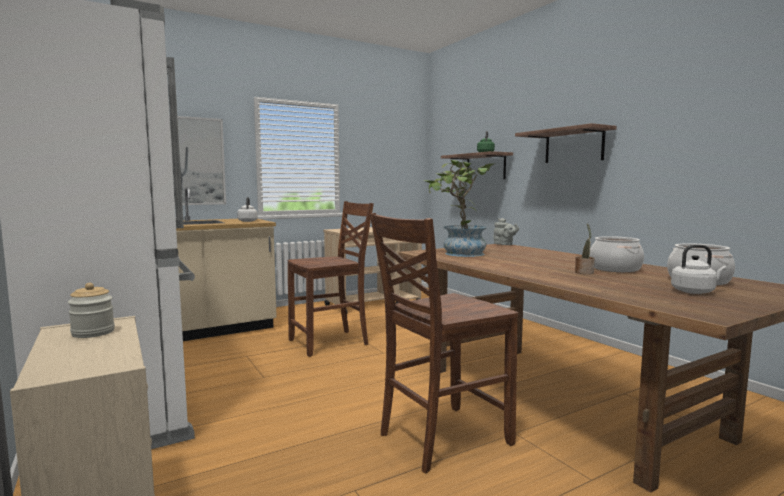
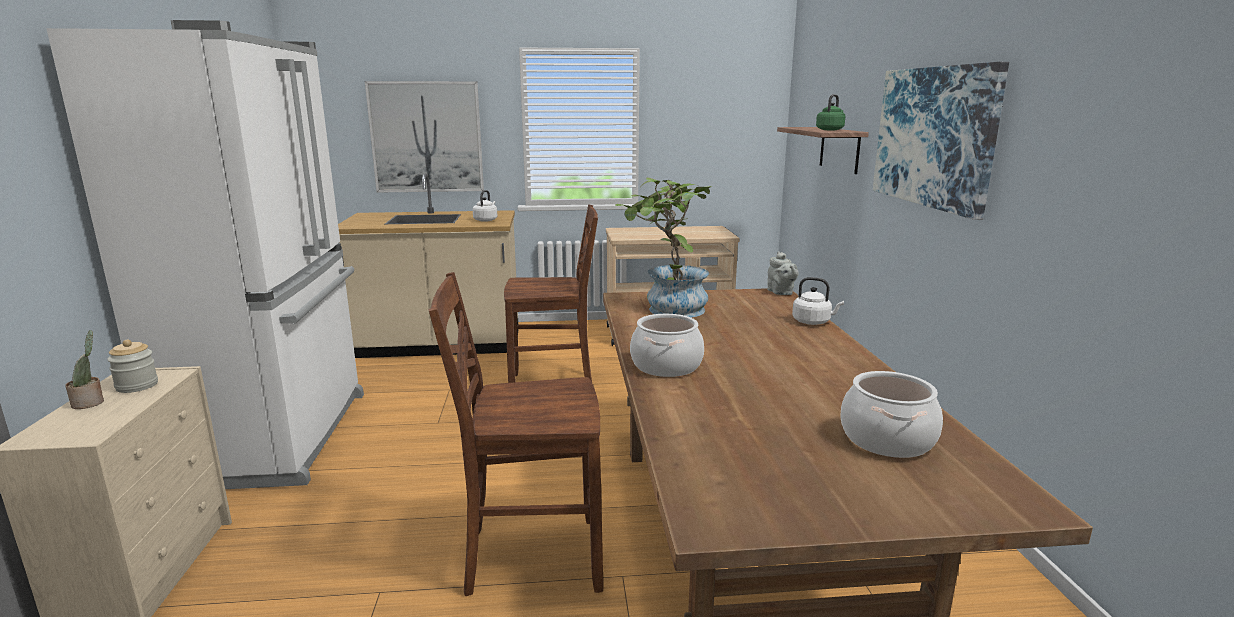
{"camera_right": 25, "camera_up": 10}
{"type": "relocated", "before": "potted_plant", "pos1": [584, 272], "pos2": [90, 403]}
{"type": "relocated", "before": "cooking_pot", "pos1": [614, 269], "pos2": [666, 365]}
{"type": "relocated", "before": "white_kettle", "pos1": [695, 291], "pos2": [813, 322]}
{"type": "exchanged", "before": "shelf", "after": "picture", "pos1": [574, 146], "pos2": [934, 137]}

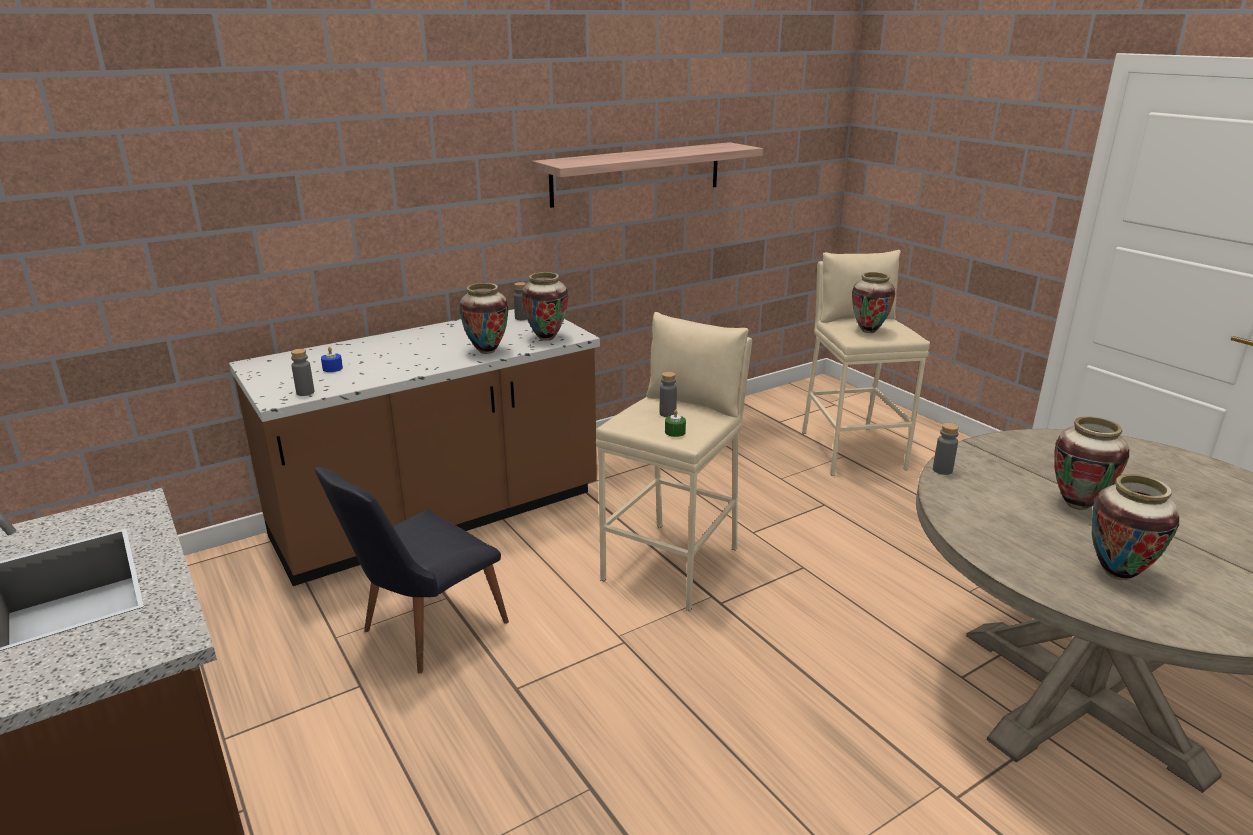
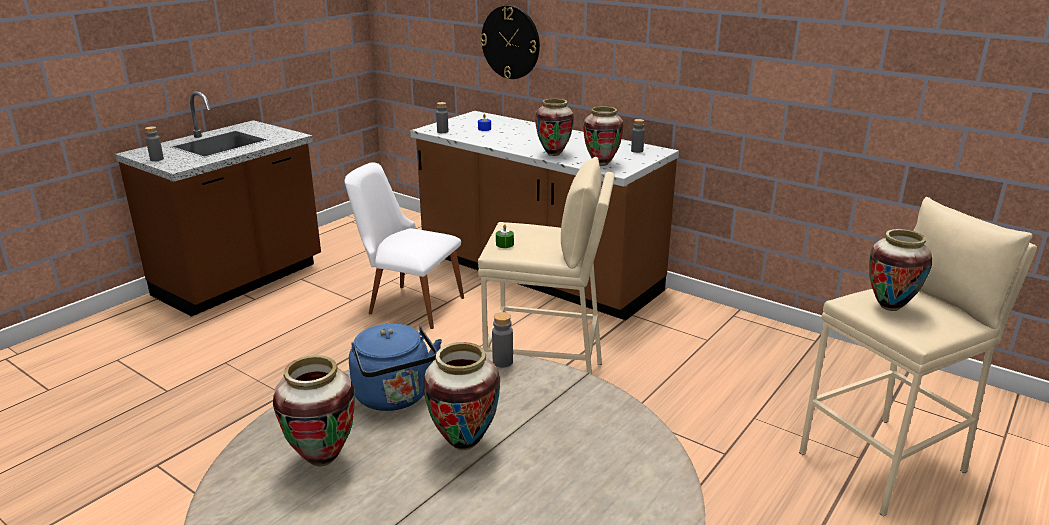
{"camera_right": 70, "camera_up": 0}
{"type": "relocated", "before": "grey_bottle", "pos1": [667, 413], "pos2": [157, 159]}
{"type": "colour", "before": "black_chair", "after": "white_chair", "pos1": [422, 631], "pos2": [408, 303]}
{"type": "appeared", "after": "blue_kettle", "pos2": [395, 397]}
{"type": "appeared", "after": "wall_clock", "pos2": [510, 42]}
{"type": "missing", "before": "shelf", "pos1": [637, 173]}

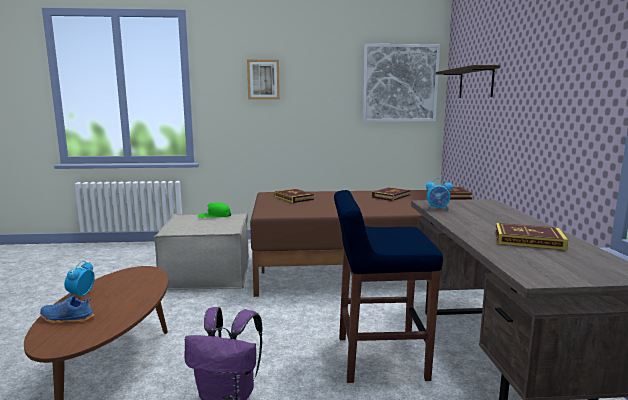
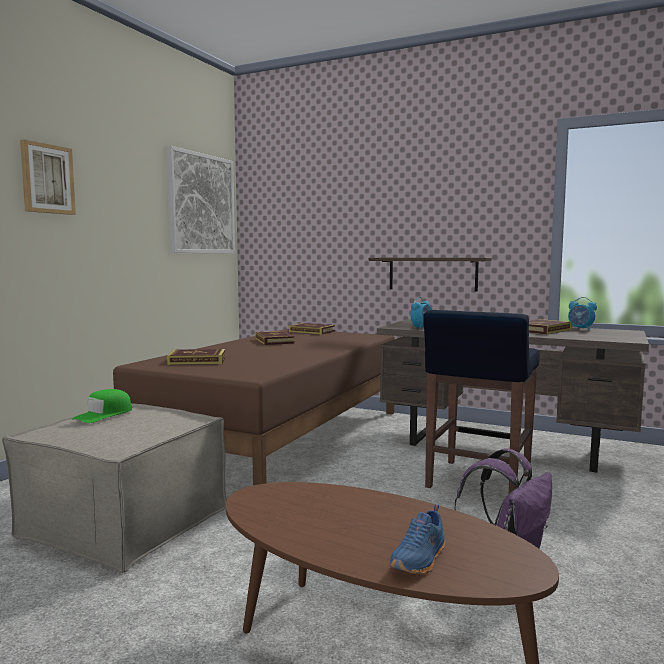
{"camera_right": -60, "camera_up": -5}
{"type": "relocated", "before": "shelf", "pos1": [476, 83], "pos2": [432, 274]}
{"type": "relocated", "before": "alarm_clock", "pos1": [81, 295], "pos2": [580, 329]}

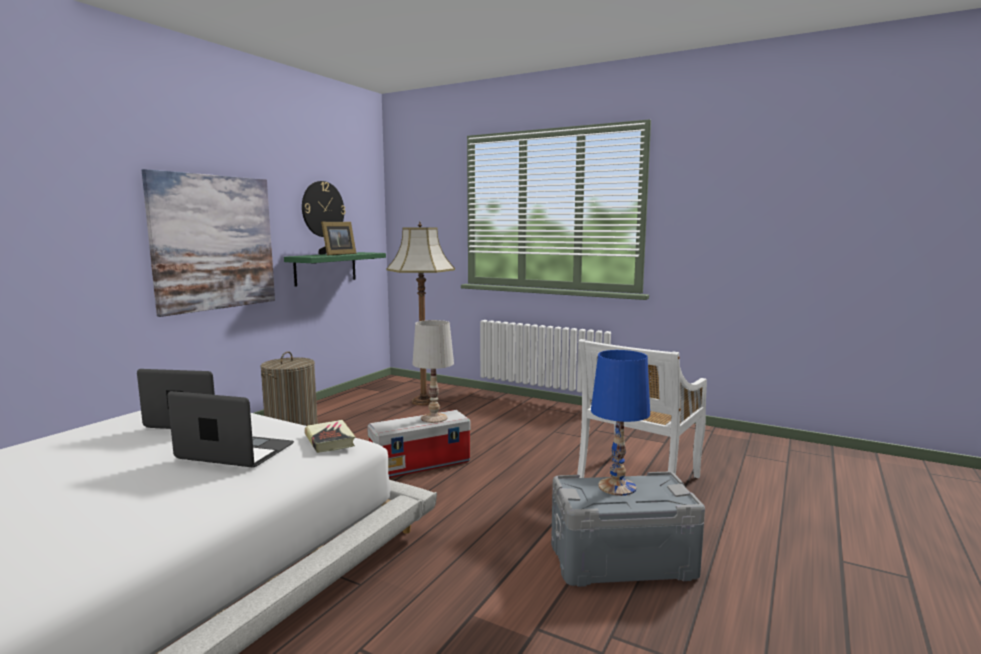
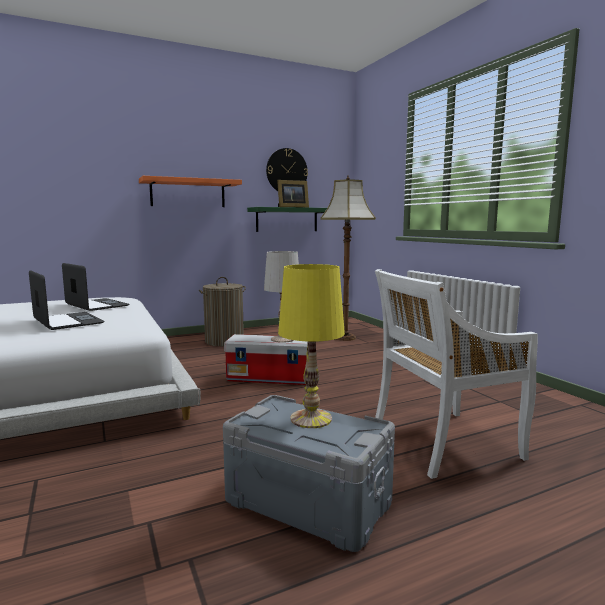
{"camera_right": 35, "camera_up": 0}
{"type": "exchanged", "before": "picture", "after": "orange_shelf", "pos1": [214, 242], "pos2": [188, 193]}
{"type": "colour", "before": "blue_table_lamp", "after": "yellow_table_lamp", "pos1": [617, 487], "pos2": [311, 419]}
{"type": "missing", "before": "book", "pos1": [330, 440]}

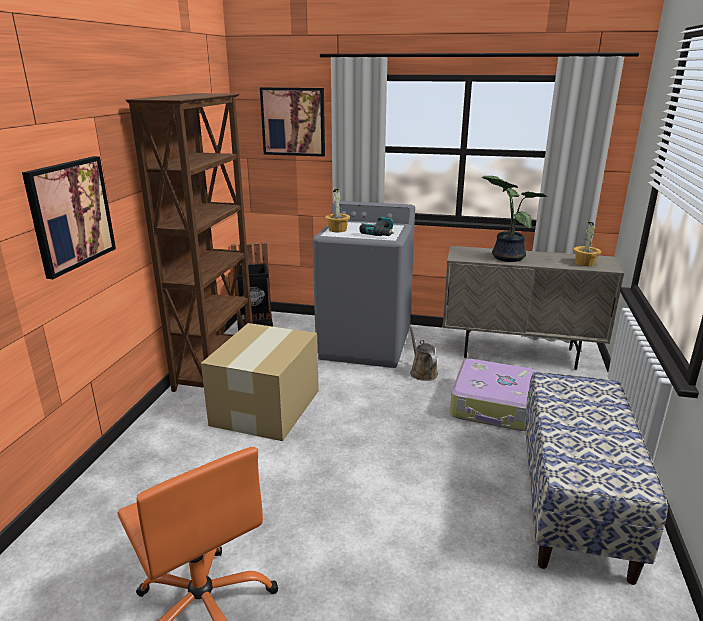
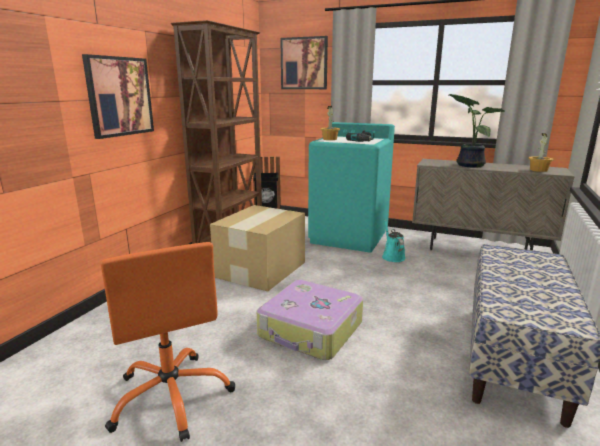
{"camera_right": 10, "camera_up": -5}
{"type": "relocated", "before": "suitcase", "pos1": [494, 406], "pos2": [311, 330]}
{"type": "colour", "before": "grey_washing_machine", "after": "turquoise_washing_machine", "pos1": [365, 345], "pos2": [349, 237]}
{"type": "colour", "before": "brown_watering_can", "after": "turquoise_watering_can", "pos1": [422, 372], "pos2": [392, 256]}

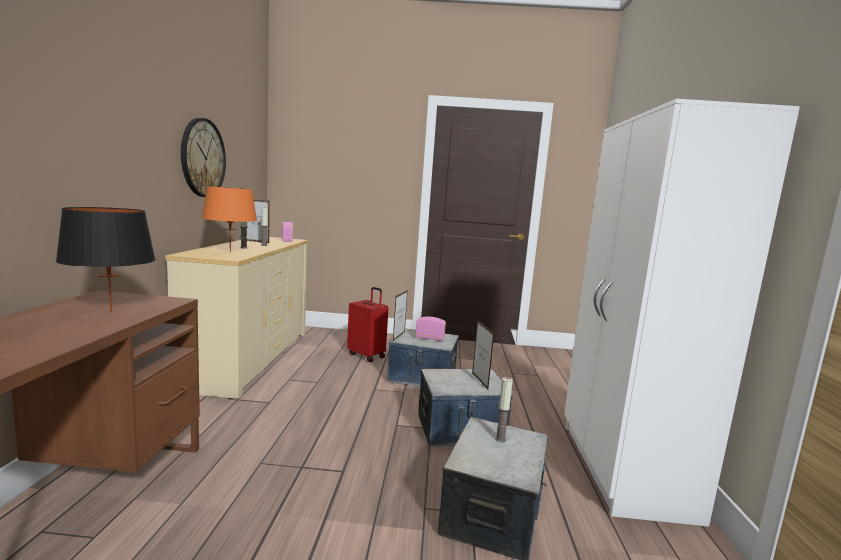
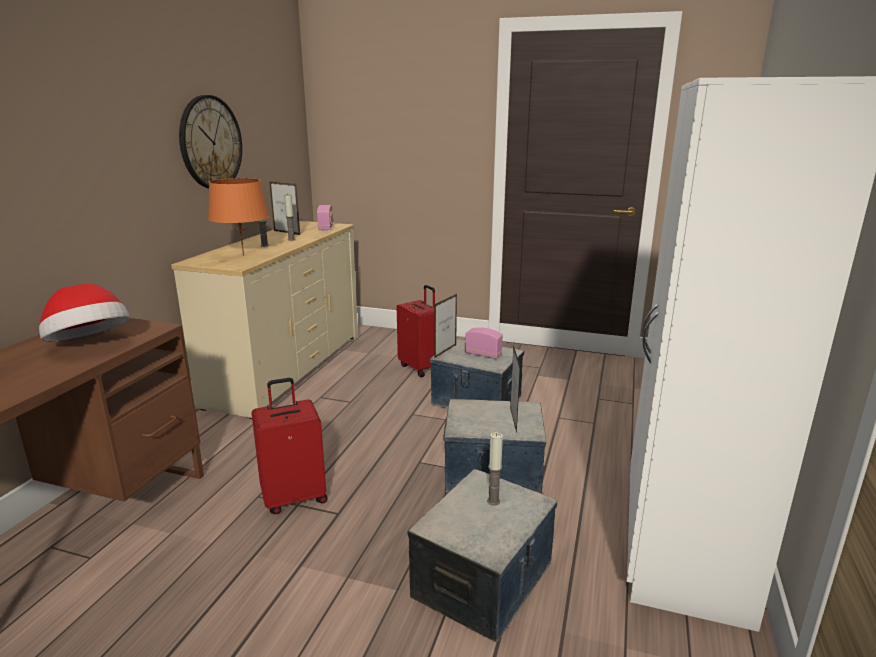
{"camera_right": 15, "camera_up": 10}
{"type": "exchanged", "before": "black_table_lamp", "after": "hat", "pos1": [111, 312], "pos2": [89, 345]}
{"type": "appeared", "after": "red_suitcase", "pos2": [294, 497]}

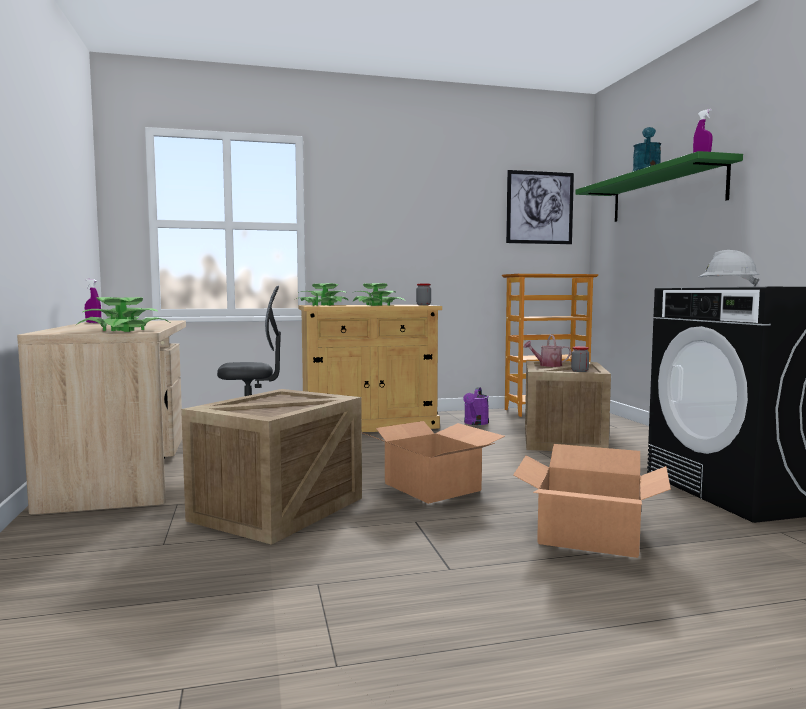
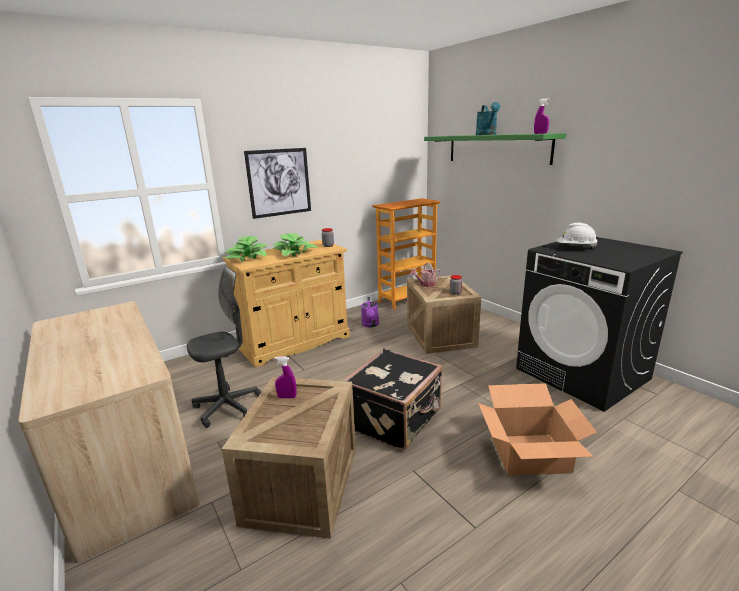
{"camera_right": -20, "camera_up": 15}
{"type": "relocated", "before": "picture", "pos1": [539, 207], "pos2": [279, 182]}
{"type": "relocated", "before": "purple_spray_bottle", "pos1": [93, 323], "pos2": [287, 397]}
{"type": "exchanged", "before": "cardboard_box", "after": "black_suitcase", "pos1": [432, 486], "pos2": [395, 419]}
{"type": "missing", "before": "potted_plant", "pos1": [124, 330]}

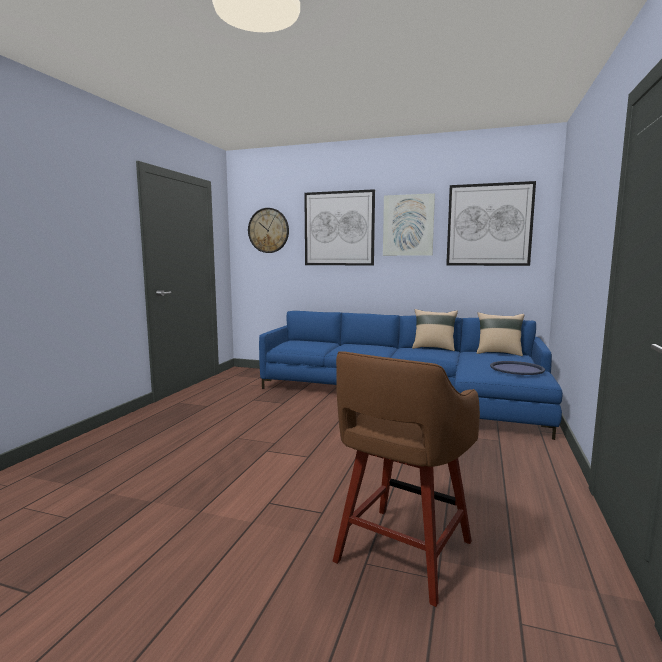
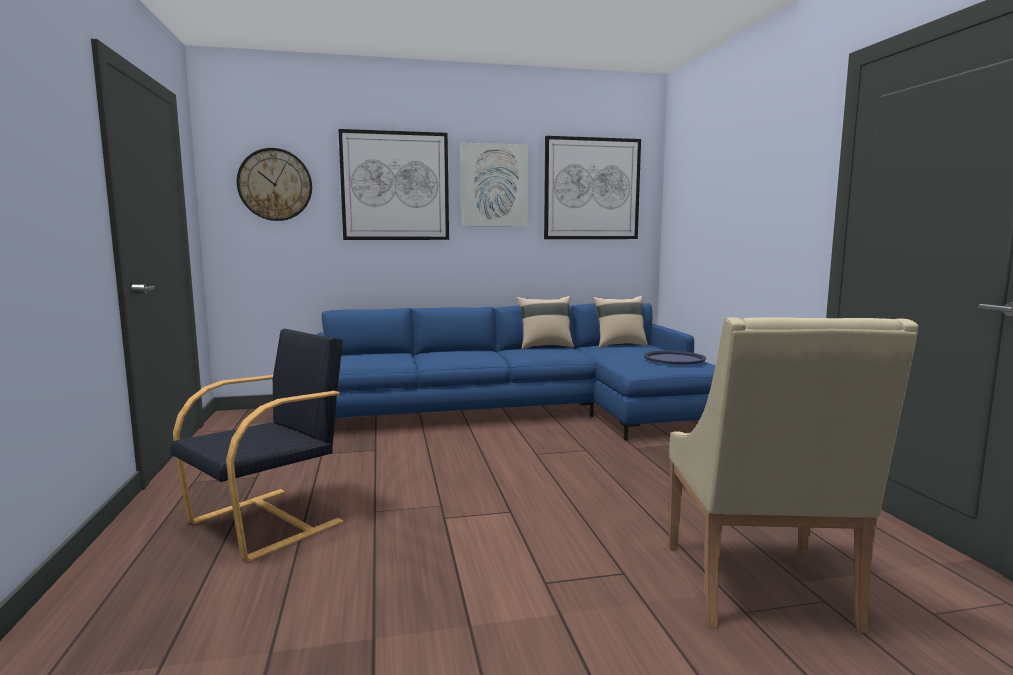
{"camera_right": -30, "camera_up": 0}
{"type": "appeared", "after": "black_armchair", "pos2": [268, 522]}
{"type": "exchanged", "before": "brown_stool", "after": "beige_armchair", "pos1": [401, 554], "pos2": [762, 588]}

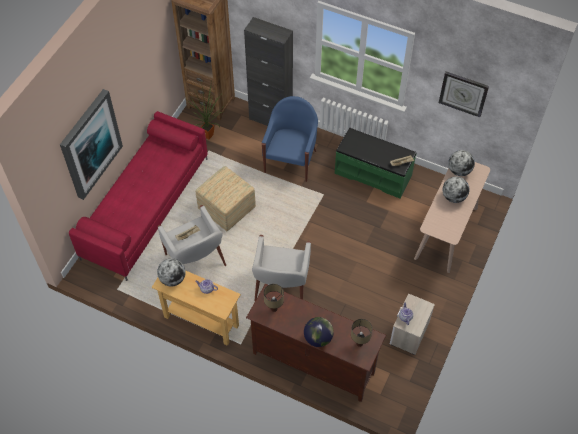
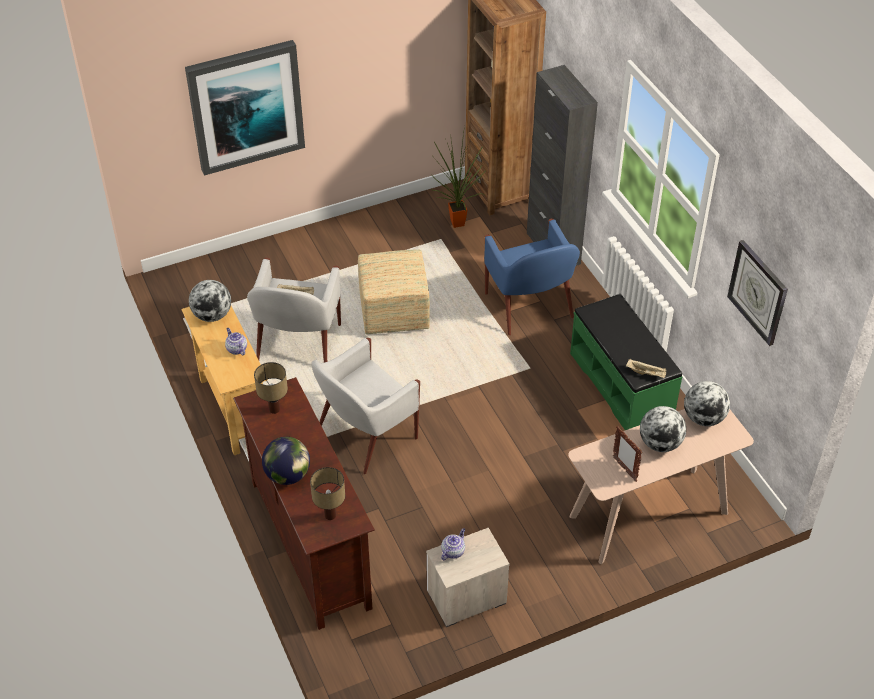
{"camera_right": 40, "camera_up": -10}
{"type": "spun", "before": "blue_armchair", "pos1": [291, 160], "pos2": [529, 307], "turn": 105}
{"type": "appeared", "after": "picture_frame", "pos2": [624, 469]}
{"type": "missing", "before": "red_sofa", "pos1": [145, 207]}

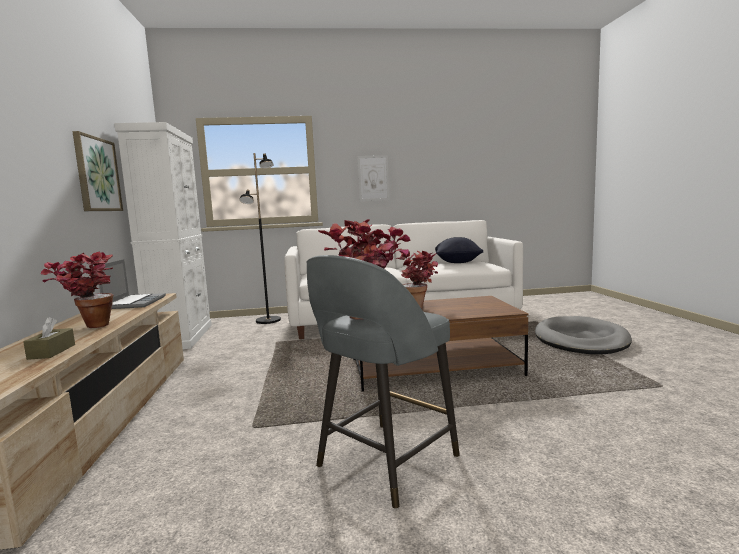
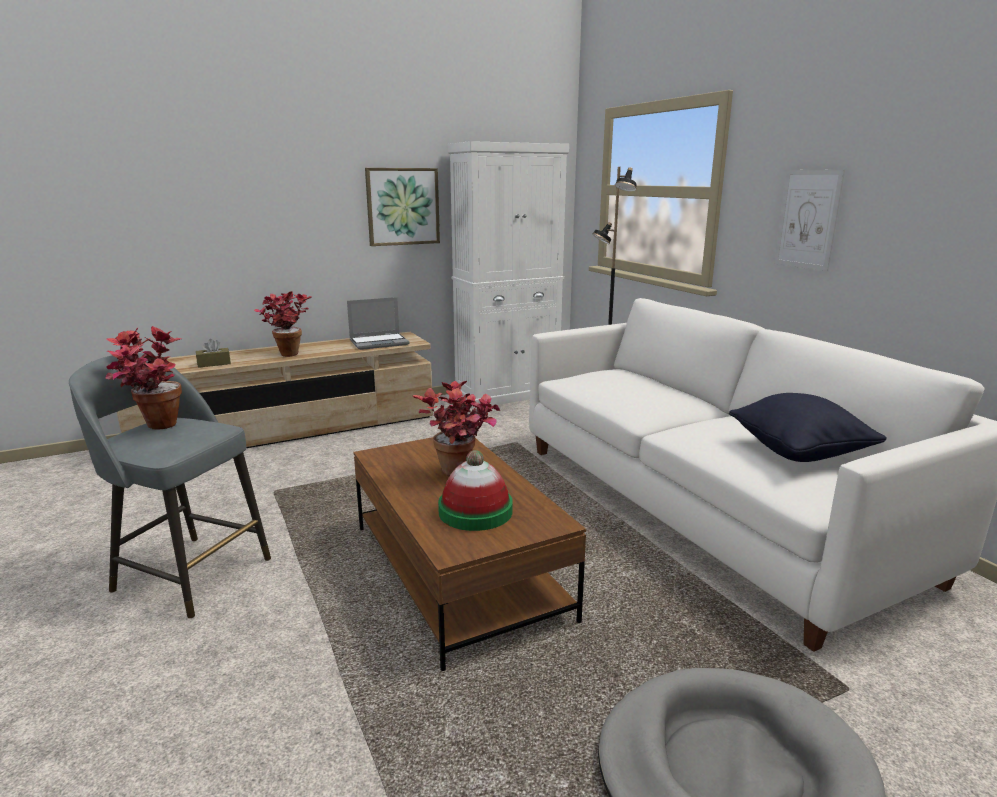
{"camera_right": 70, "camera_up": 10}
{"type": "appeared", "after": "hat", "pos2": [475, 511]}

